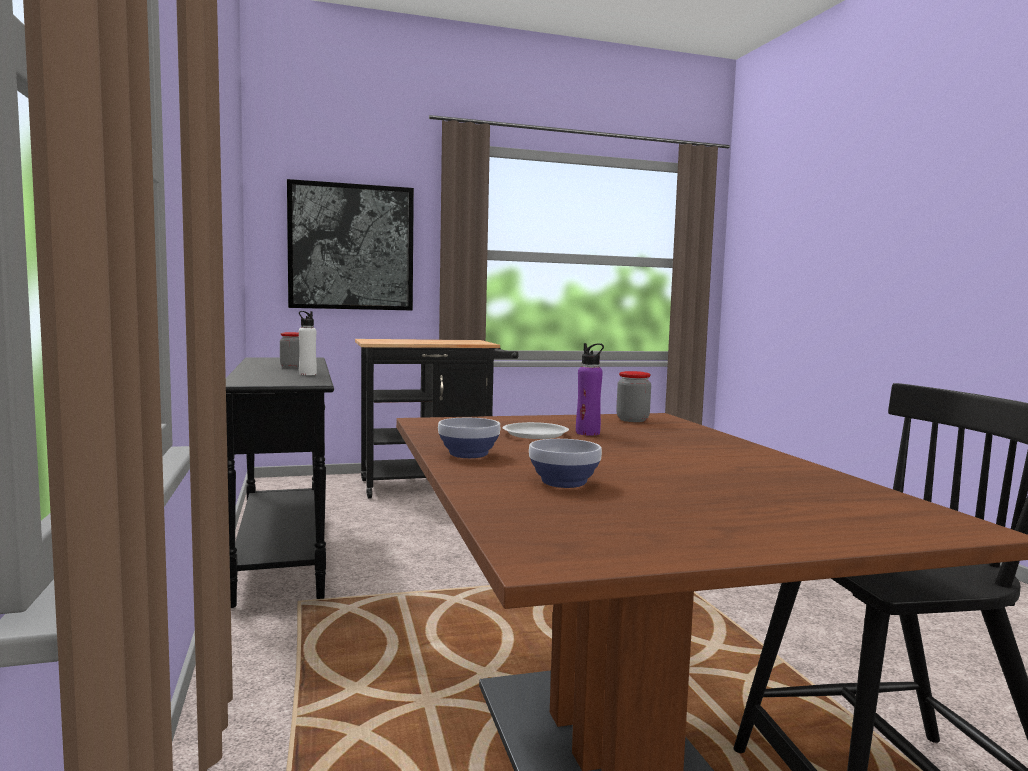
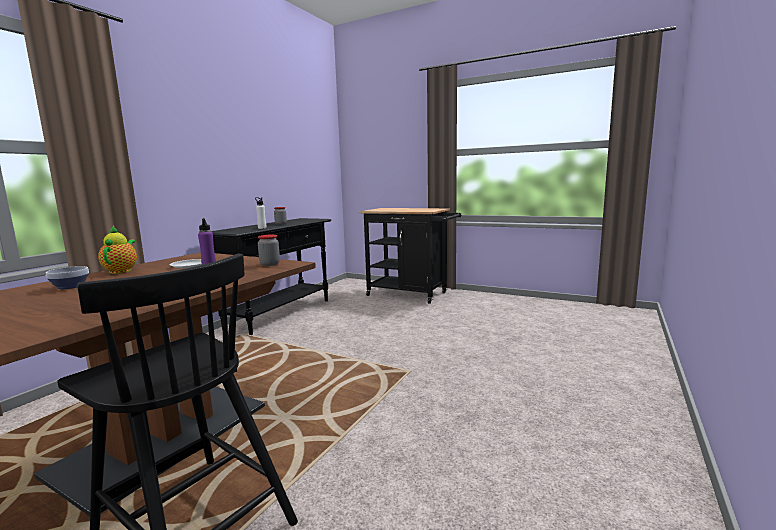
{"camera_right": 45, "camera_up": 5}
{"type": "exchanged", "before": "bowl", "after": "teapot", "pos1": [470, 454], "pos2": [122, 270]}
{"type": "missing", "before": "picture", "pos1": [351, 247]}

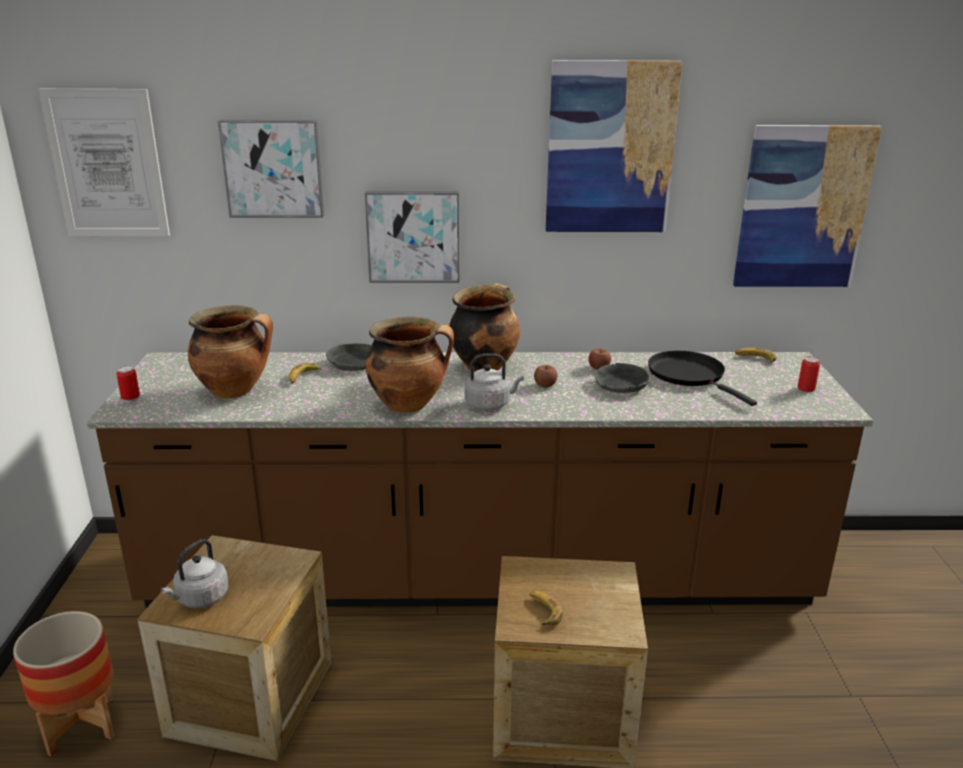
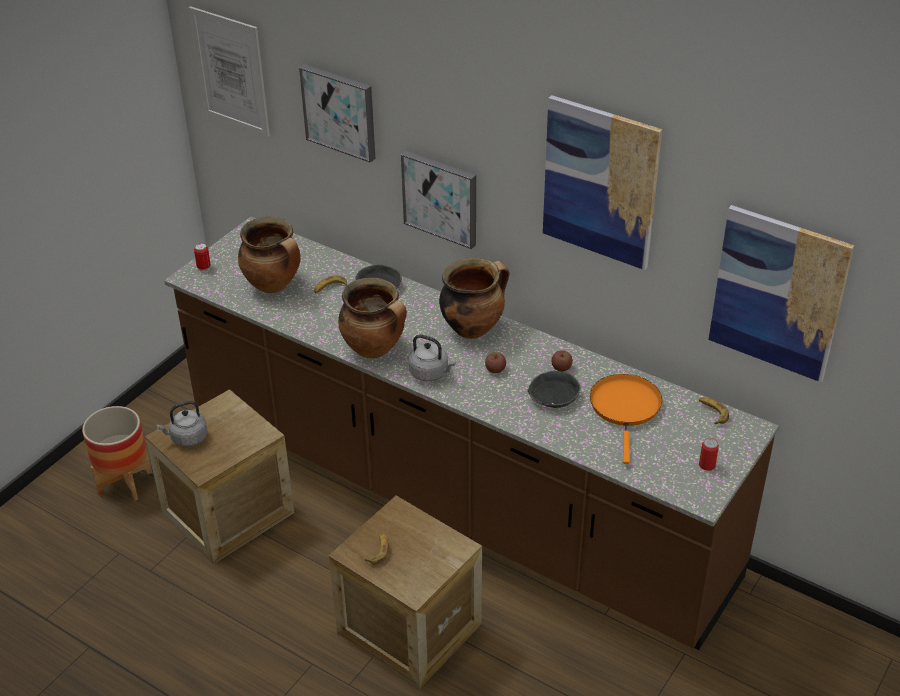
{"camera_right": 35, "camera_up": 15}
{"type": "colour", "before": "black_frying_pan", "after": "orange_frying_pan", "pos1": [689, 375], "pos2": [625, 408]}

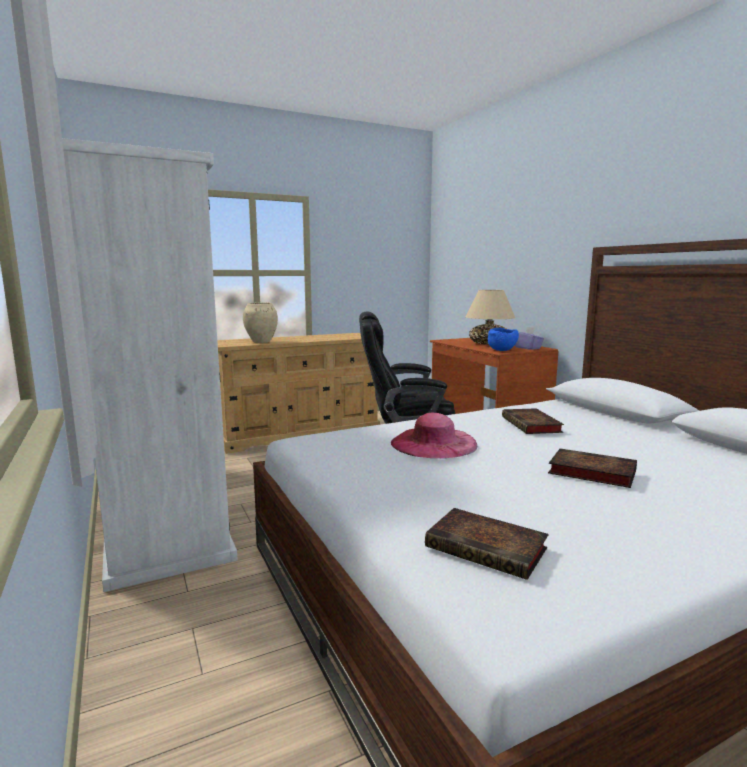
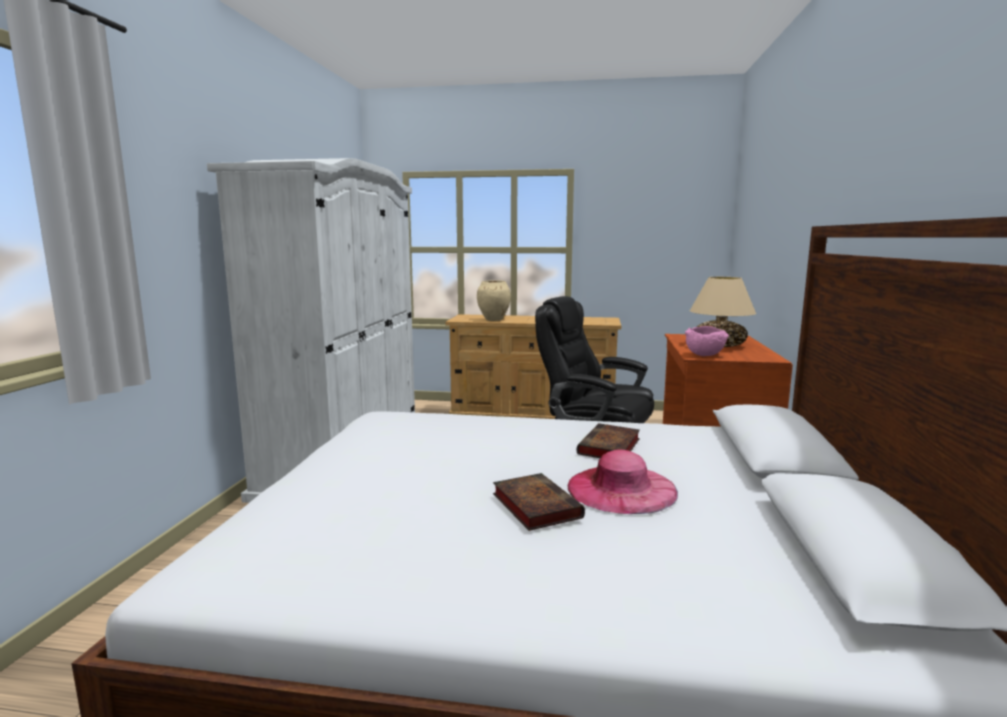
{"camera_right": 35, "camera_up": 0}
{"type": "relocated", "before": "pink_hat", "pos1": [433, 443], "pos2": [621, 488]}
{"type": "colour", "before": "blue_bowl", "after": "pink_bowl", "pos1": [502, 350], "pos2": [705, 355]}
{"type": "missing", "before": "book", "pos1": [489, 548]}
{"type": "missing", "before": "purple_tissue_box", "pos1": [527, 348]}

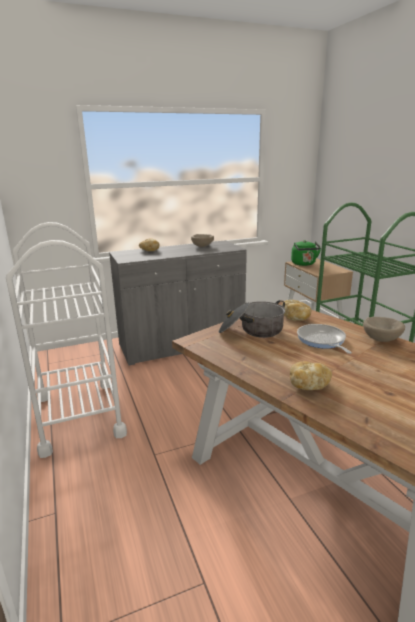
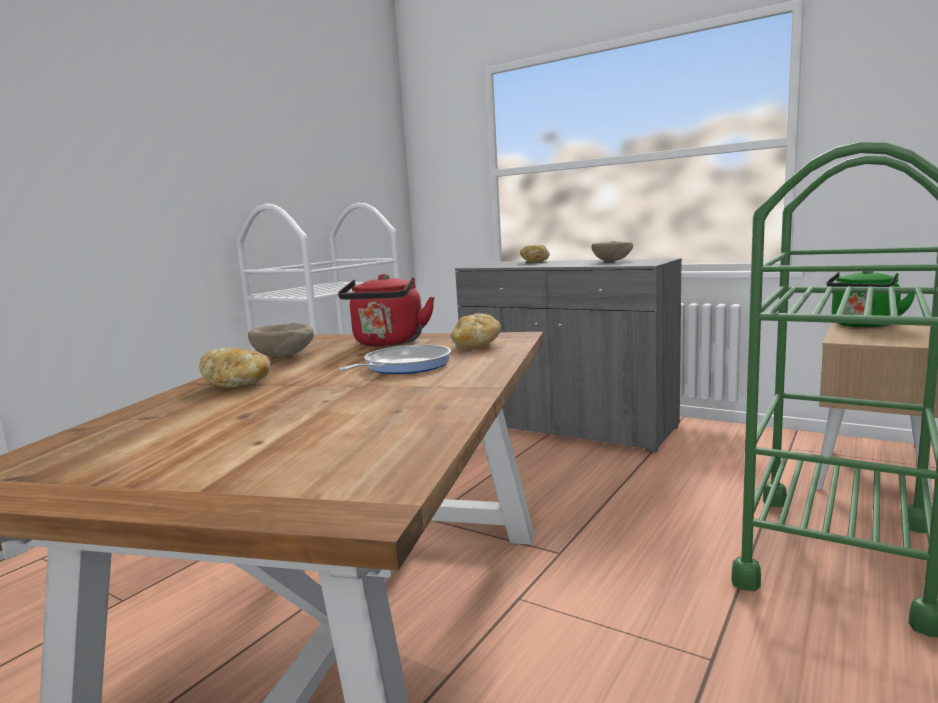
{"camera_right": 55, "camera_up": -10}
{"type": "relocated", "before": "beige_bowl", "pos1": [382, 339], "pos2": [285, 356]}
{"type": "exchanged", "before": "cooking_pot", "after": "red_kettle", "pos1": [252, 330], "pos2": [388, 343]}

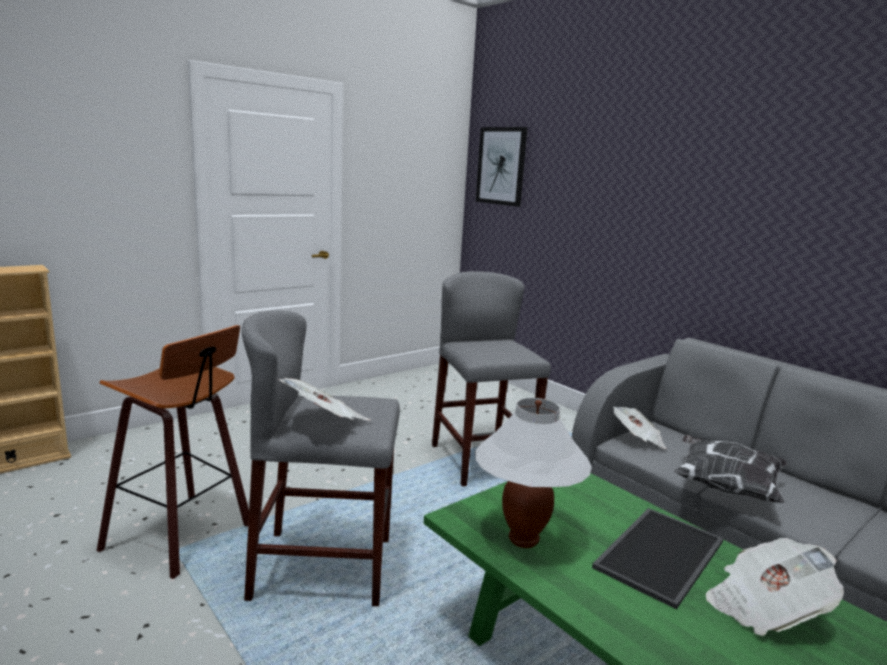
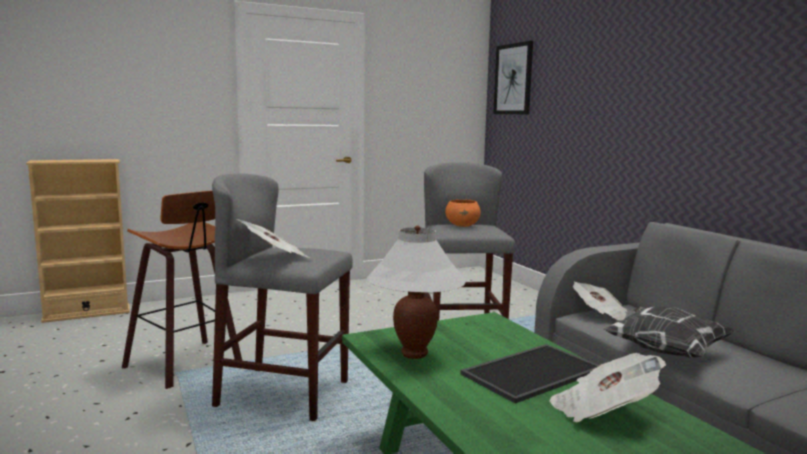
{"camera_right": 15, "camera_up": -5}
{"type": "appeared", "after": "orange_bowl", "pos2": [462, 225]}

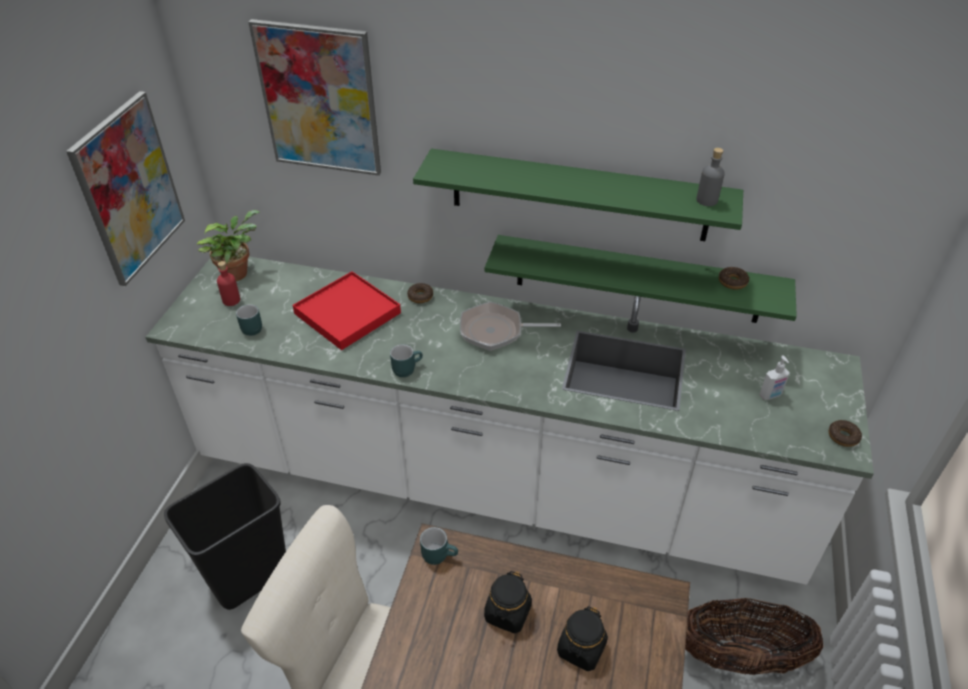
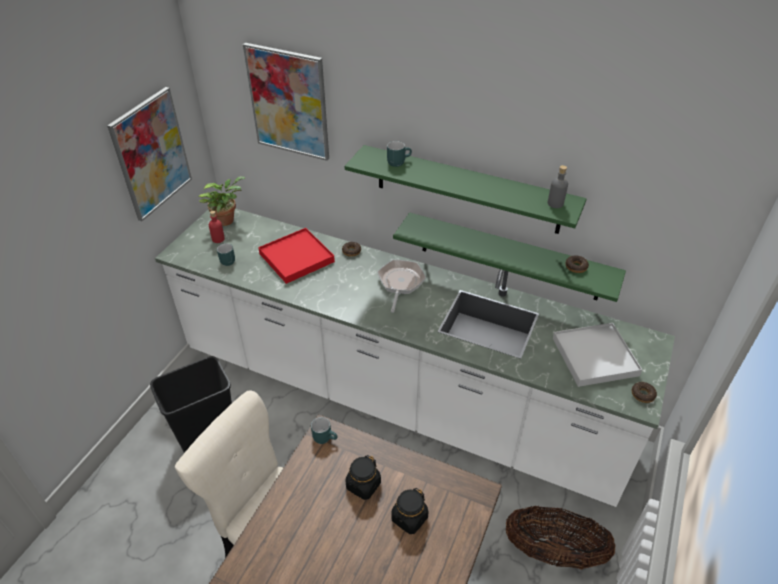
{"camera_right": 10, "camera_up": 0}
{"type": "spun", "before": "frying_pan", "pos1": [496, 331], "pos2": [400, 283], "turn": 90}
{"type": "relocated", "before": "turquoise_mug", "pos1": [406, 368], "pos2": [398, 161]}
{"type": "exchanged", "before": "soap_dispenser", "after": "white_tray", "pos1": [770, 395], "pos2": [595, 356]}

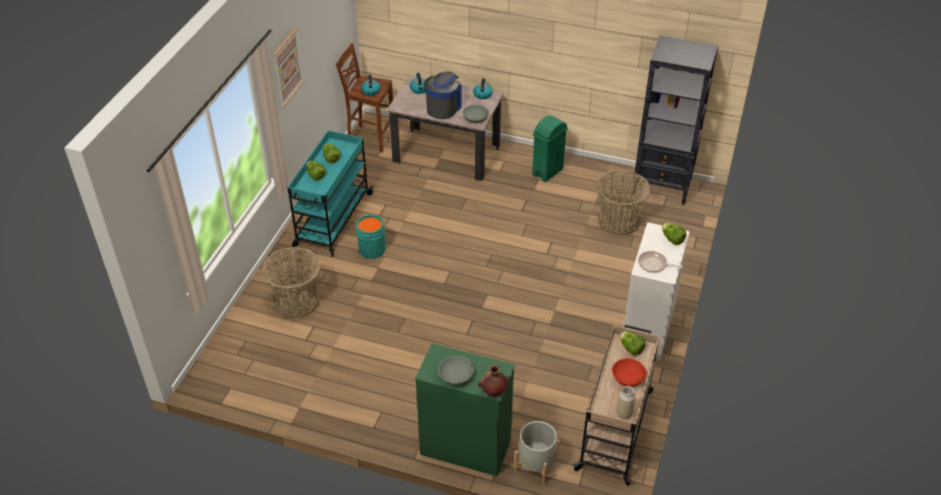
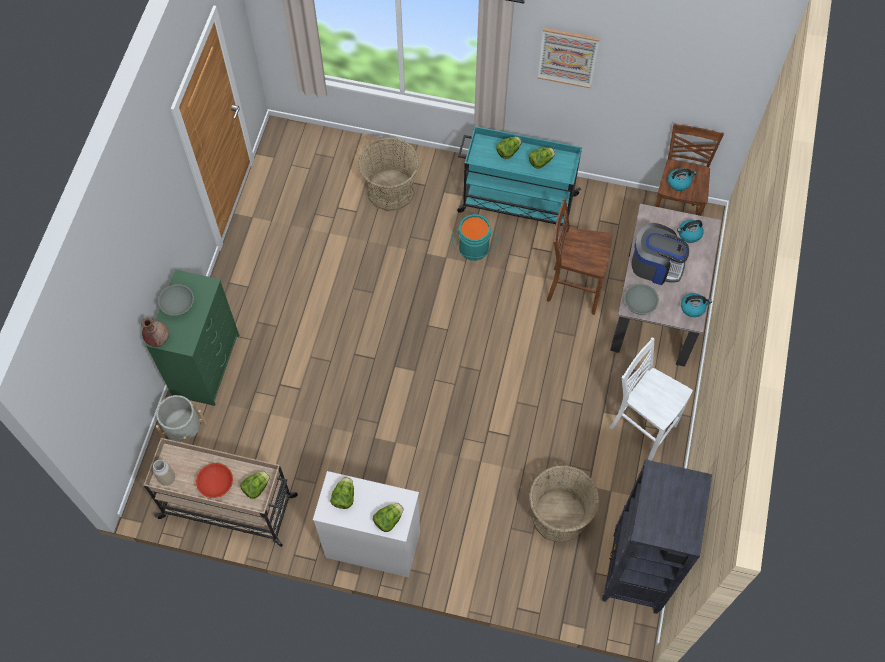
{"camera_right": 85, "camera_up": 20}
{"type": "exchanged", "before": "frying_pan", "after": "lettuce", "pos1": [654, 264], "pos2": [344, 497]}
{"type": "appeared", "after": "brown_stool", "pos2": [573, 289]}
{"type": "exchanged", "before": "green_trash_can", "after": "white_stool", "pos1": [547, 172], "pos2": [641, 426]}

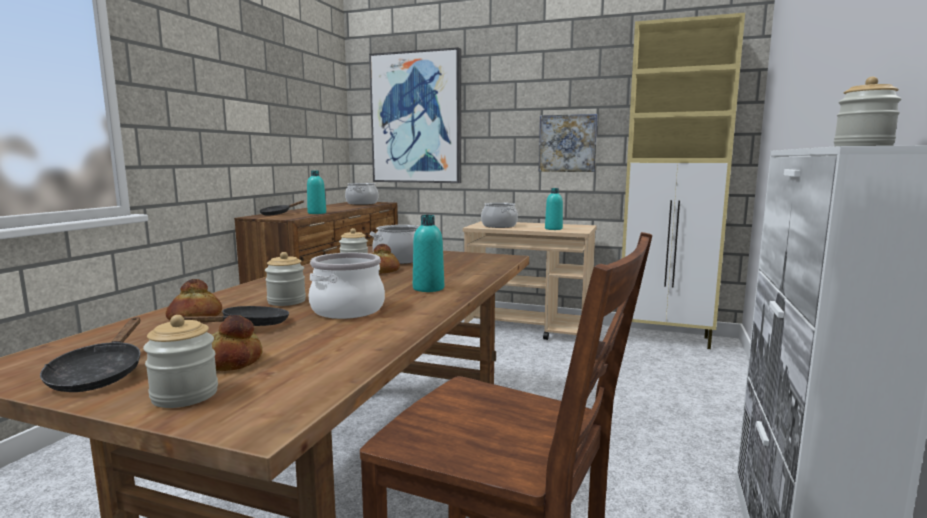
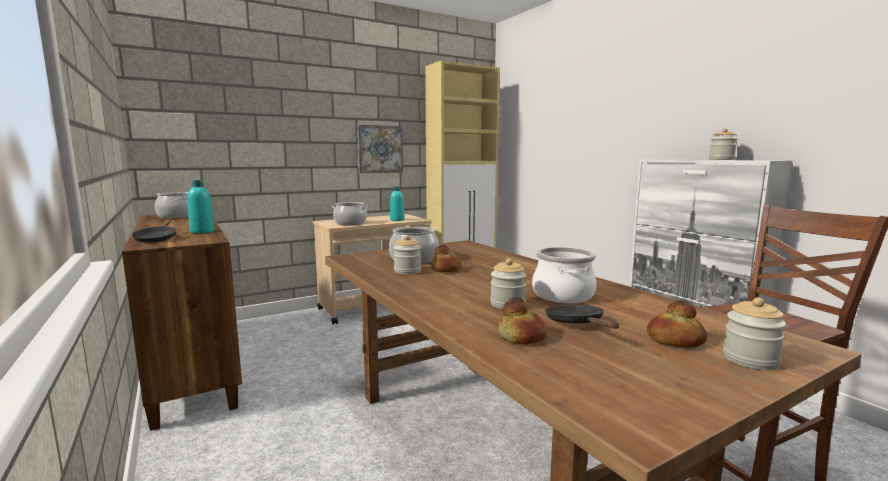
{"camera_right": -50, "camera_up": 0}
{"type": "missing", "before": "black_frying_pan", "pos1": [100, 374]}
{"type": "missing", "before": "picture", "pos1": [416, 118]}
{"type": "missing", "before": "turquoise_bottle", "pos1": [428, 288]}

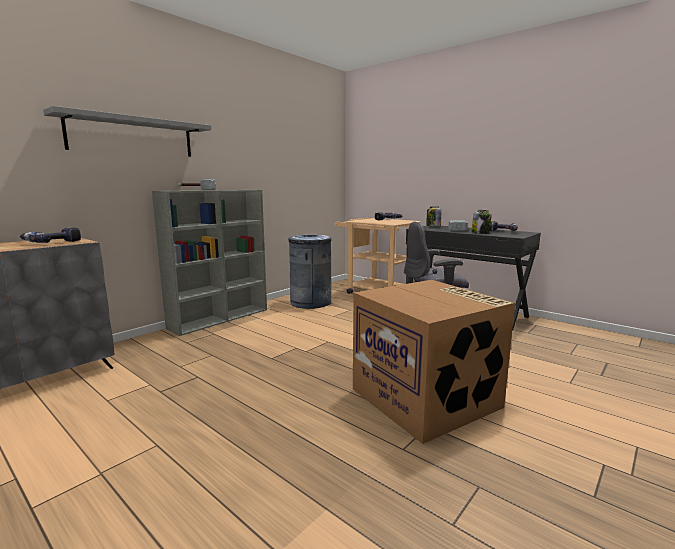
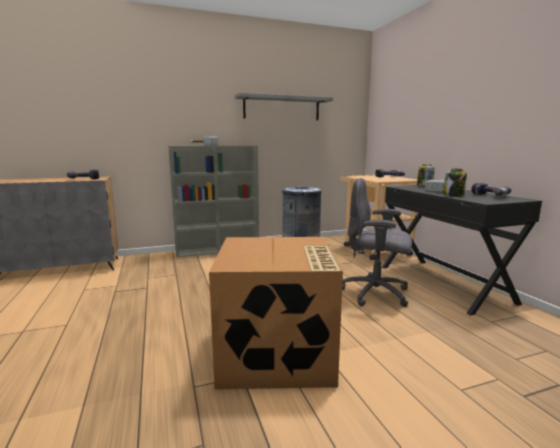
{"camera_right": 30, "camera_up": 0}
{"type": "relocated", "before": "grey_shelf", "pos1": [133, 136], "pos2": [282, 108]}

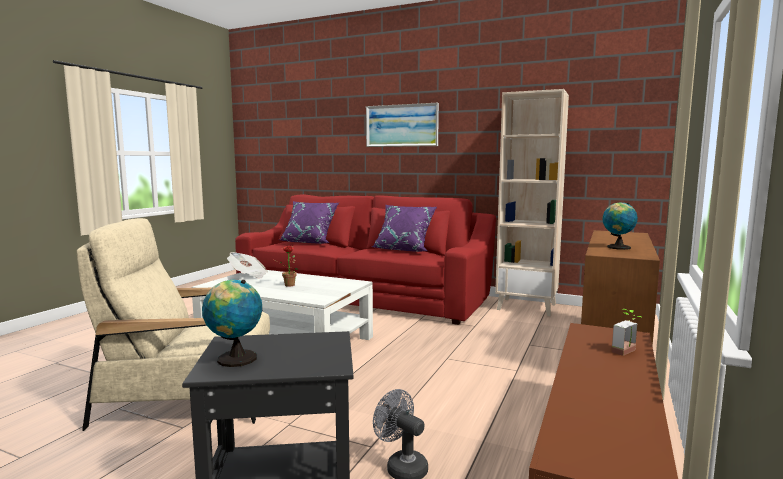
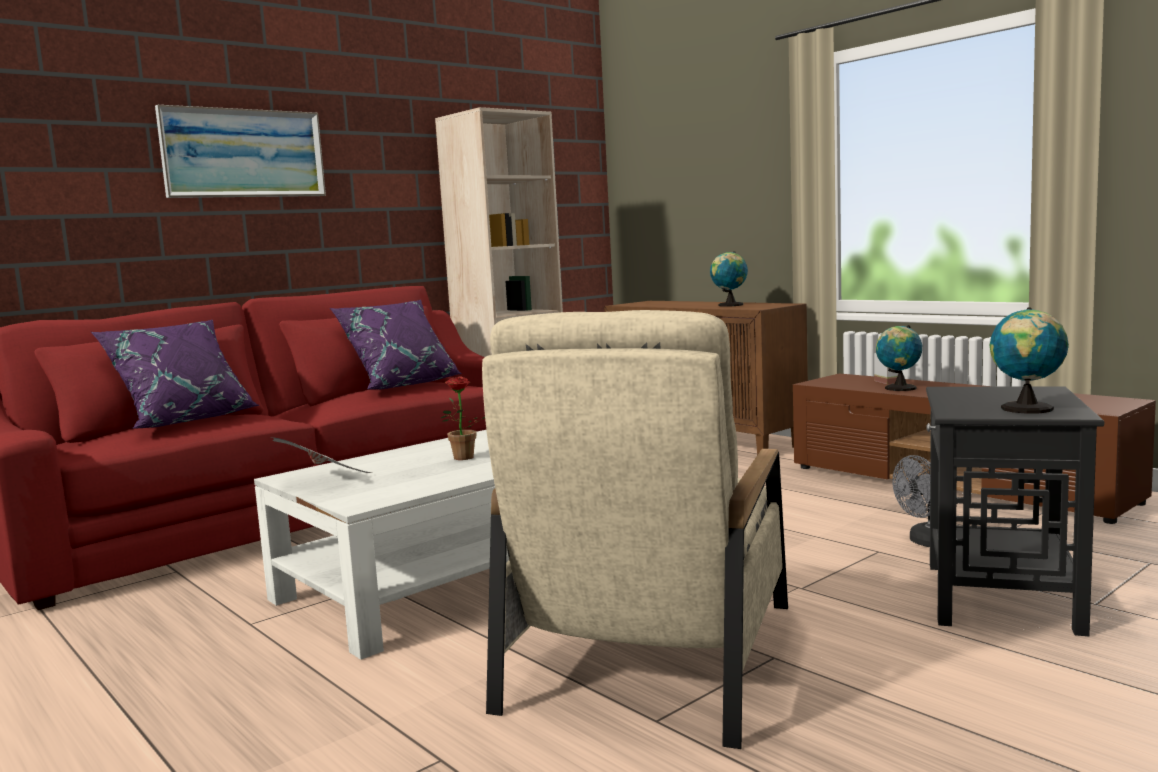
{"camera_right": -65, "camera_up": 0}
{"type": "appeared", "after": "globe", "pos2": [898, 388]}

